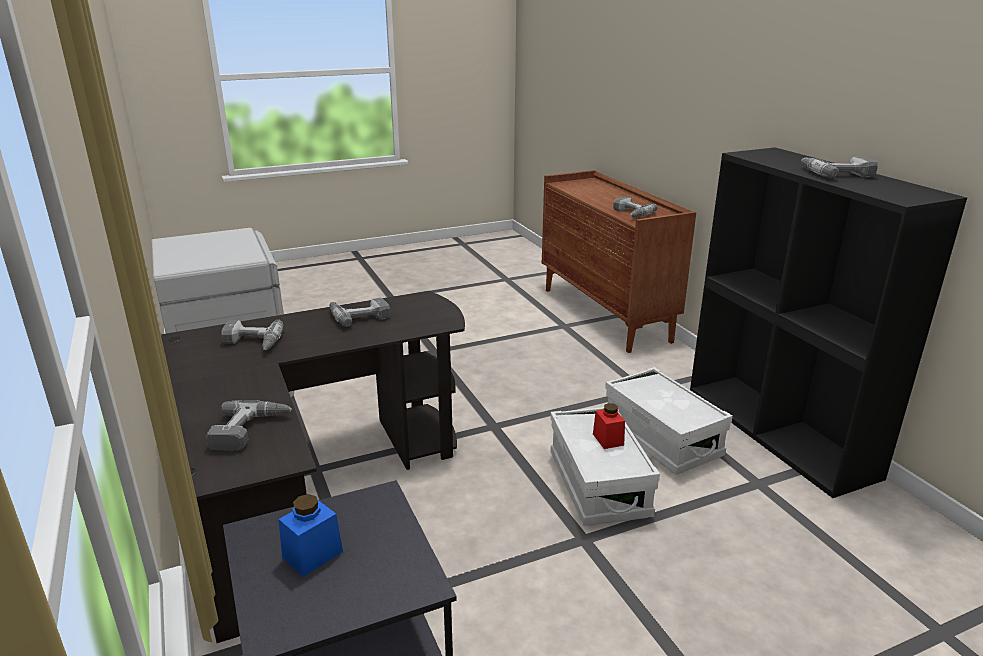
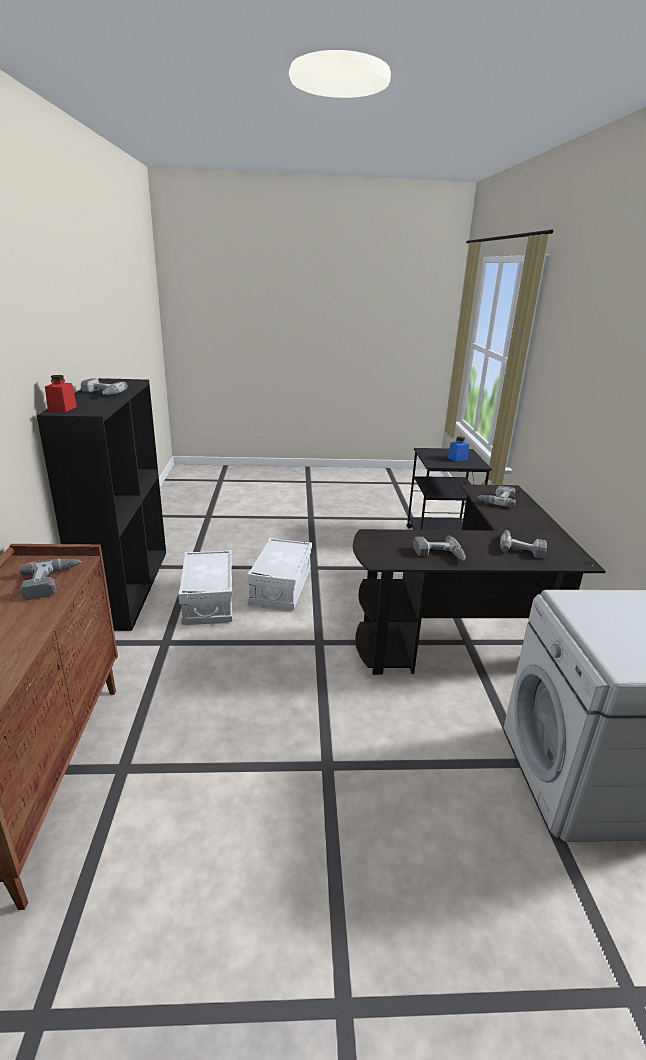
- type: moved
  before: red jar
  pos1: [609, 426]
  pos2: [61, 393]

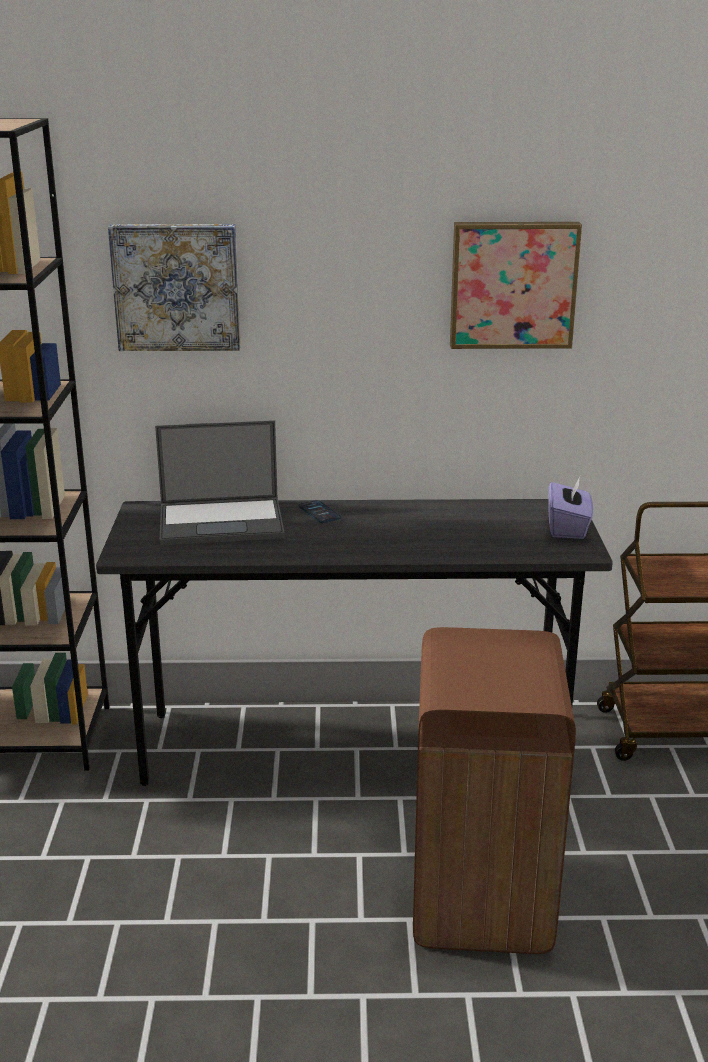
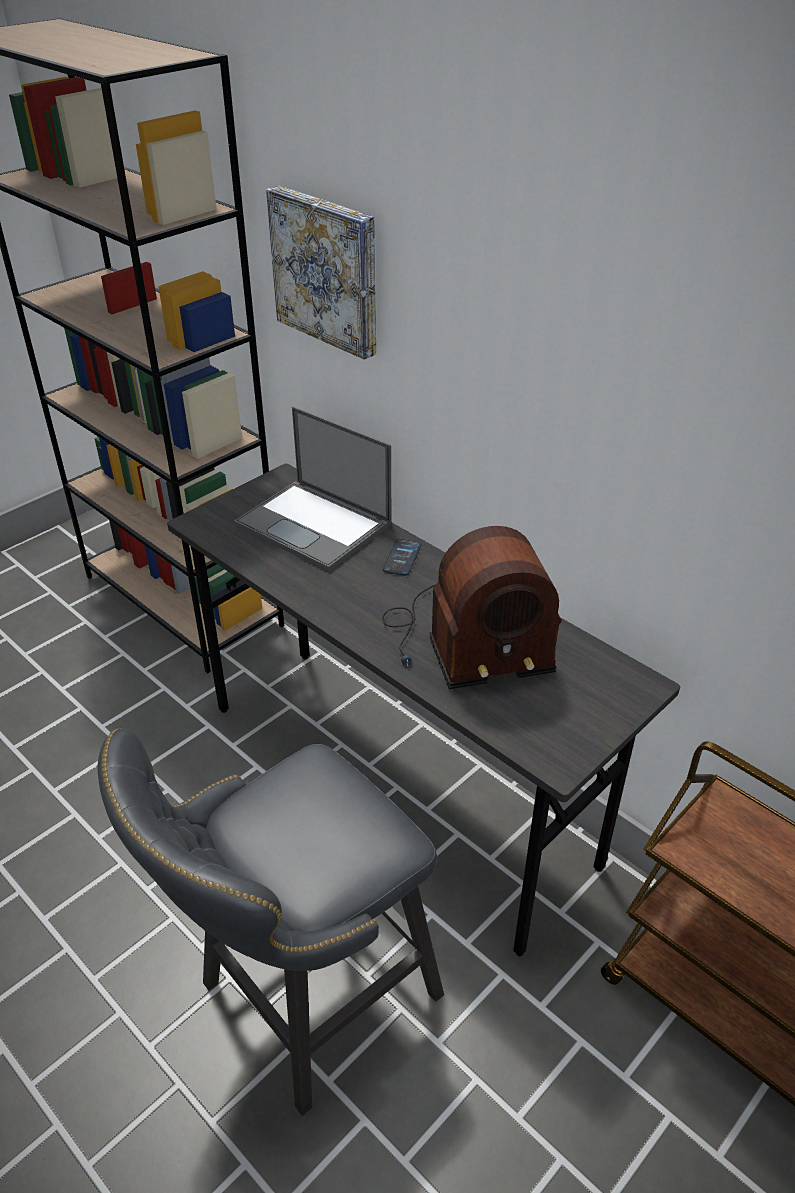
- type: removed
  before: picture
  pos1: [516, 285]
- type: removed
  before: purple tissue box
  pos1: [571, 509]
- type: replaced
  before: brown trash can
  after: grey stool
  pos1: [494, 790]
  pos2: [271, 922]
- type: added
  after: radio
  pos2: [471, 607]

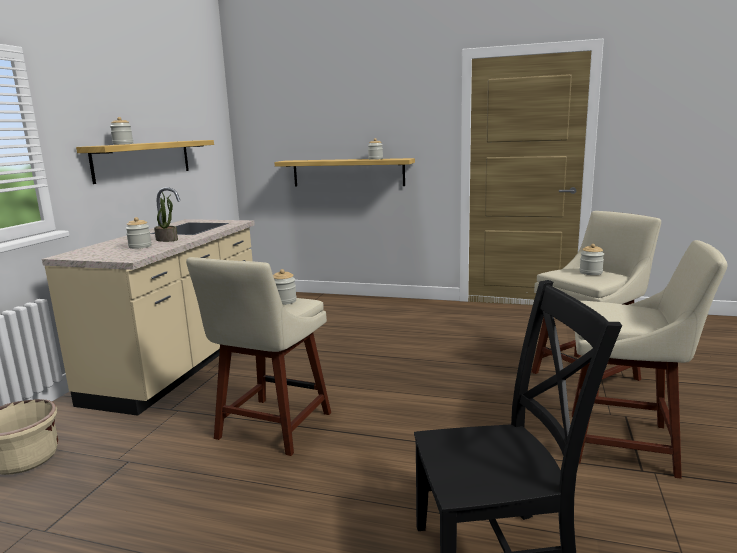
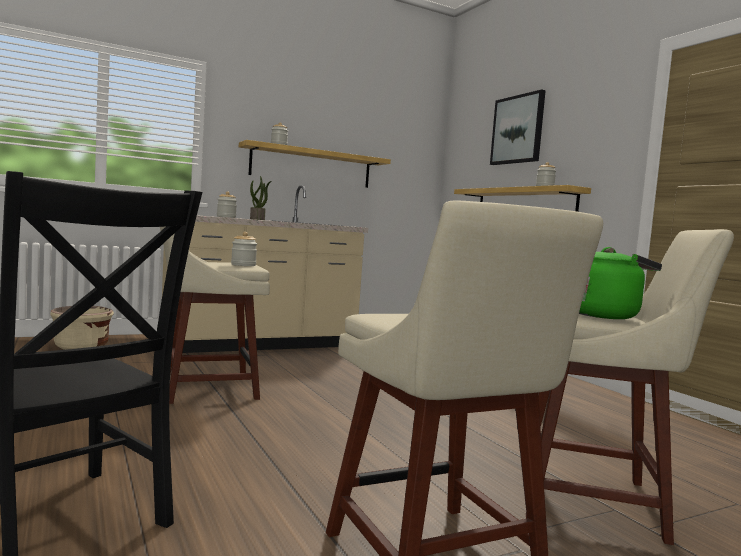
- type: replaced
  before: jar
  after: green kettle
  pos1: [591, 259]
  pos2: [620, 283]
- type: added
  after: picture
  pos2: [518, 127]

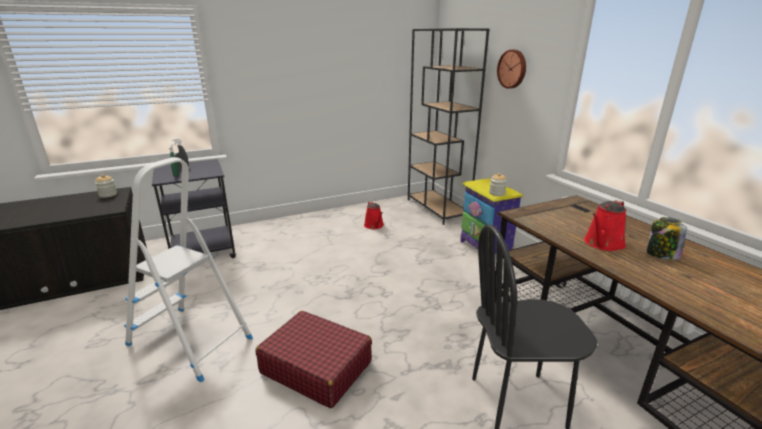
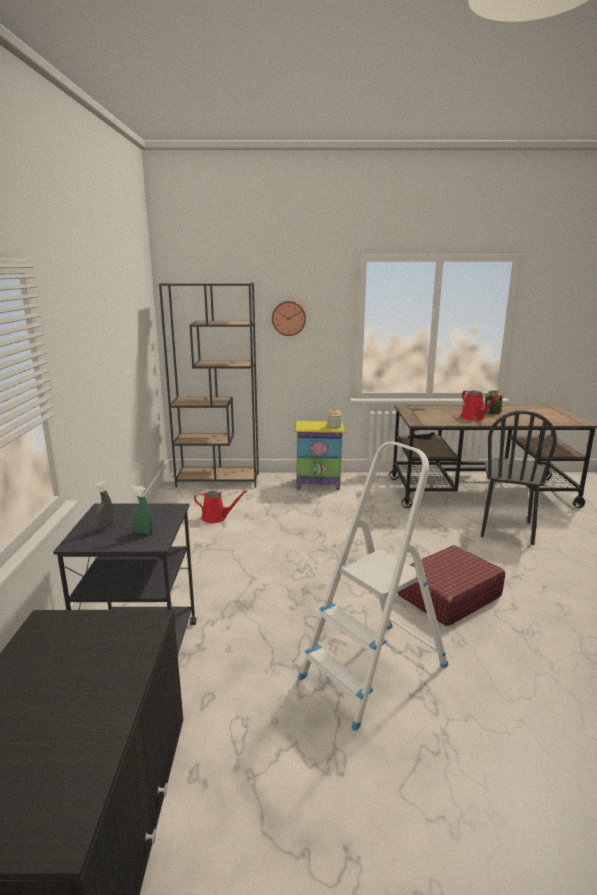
- type: removed
  before: jar
  pos1: [106, 186]

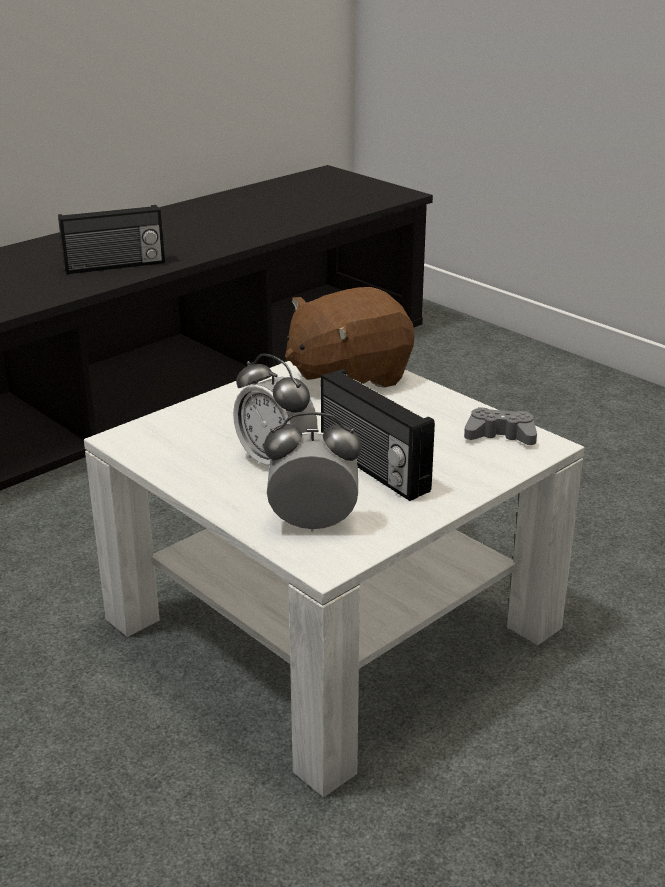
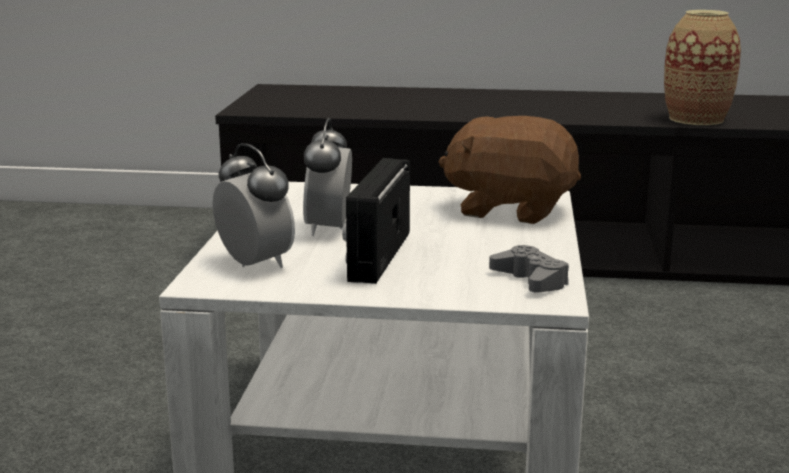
- type: removed
  before: radio
  pos1: [111, 239]
- type: added
  after: vase
  pos2: [702, 67]

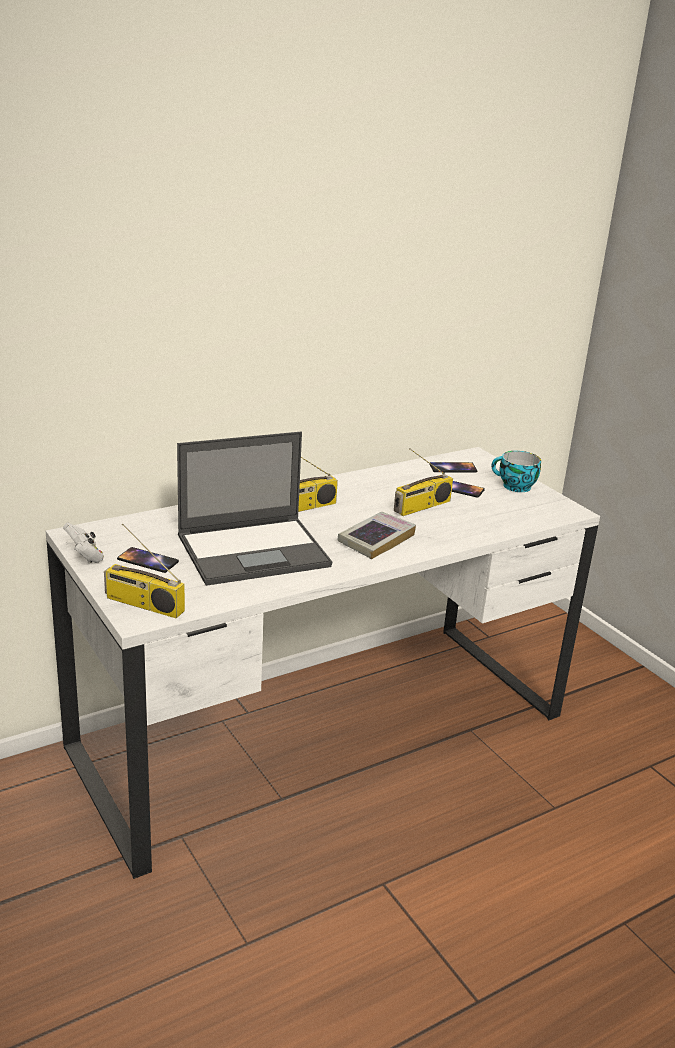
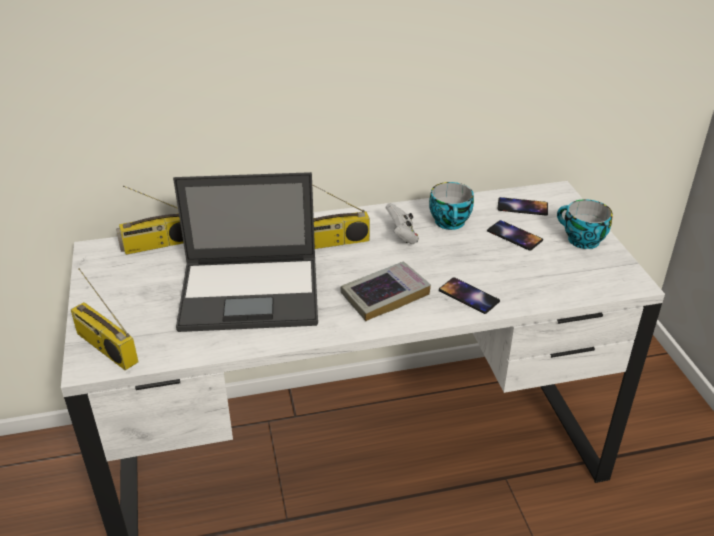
- type: moved
  before: radio
  pos1: [423, 482]
  pos2: [149, 220]
- type: moved
  before: white game controller
  pos1: [83, 543]
  pos2: [402, 223]
- type: moved
  before: phone
  pos1: [148, 560]
  pos2: [469, 295]
- type: added
  after: cup
  pos2: [451, 206]

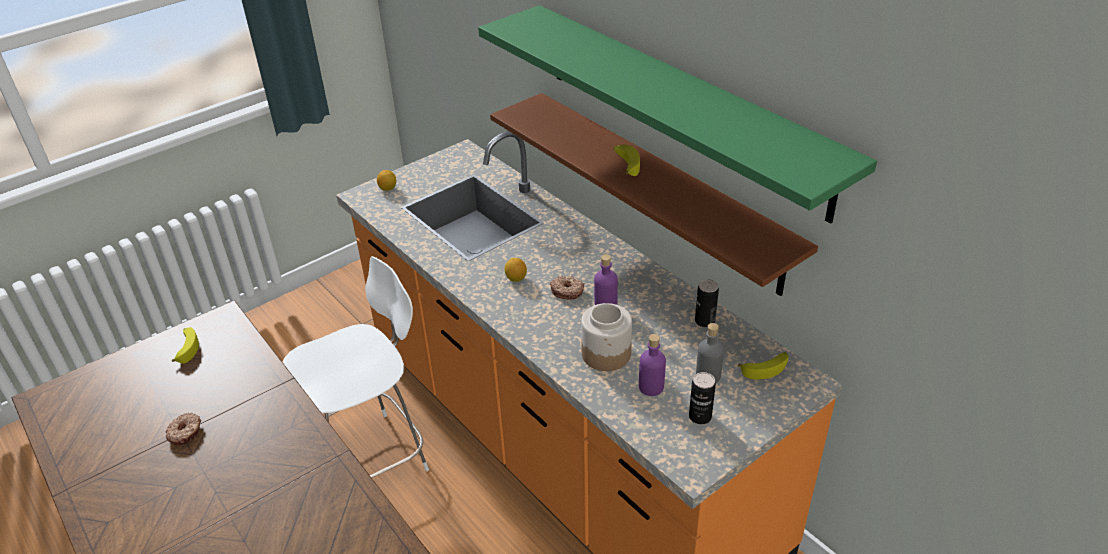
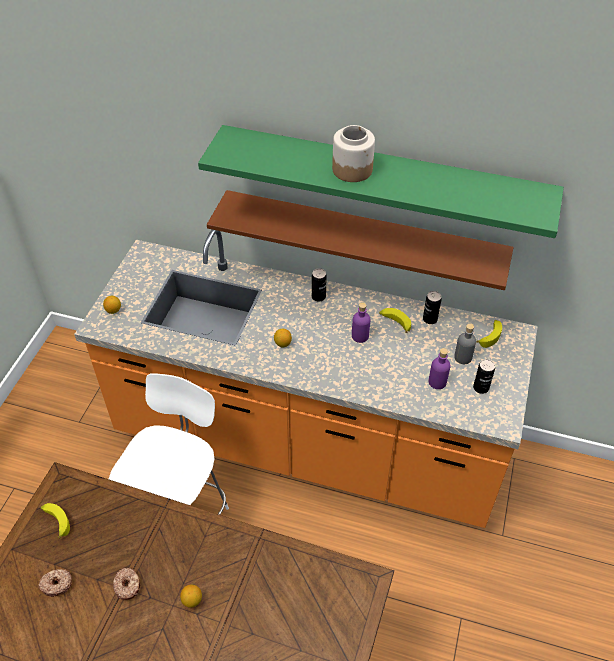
- type: moved
  before: banana
  pos1: [626, 160]
  pos2: [395, 320]
- type: moved
  before: donut
  pos1: [567, 288]
  pos2: [55, 583]
- type: moved
  before: jar
  pos1: [606, 337]
  pos2: [353, 153]
- type: added
  after: can
  pos2: [319, 285]
- type: added
  after: lemon
  pos2: [191, 596]

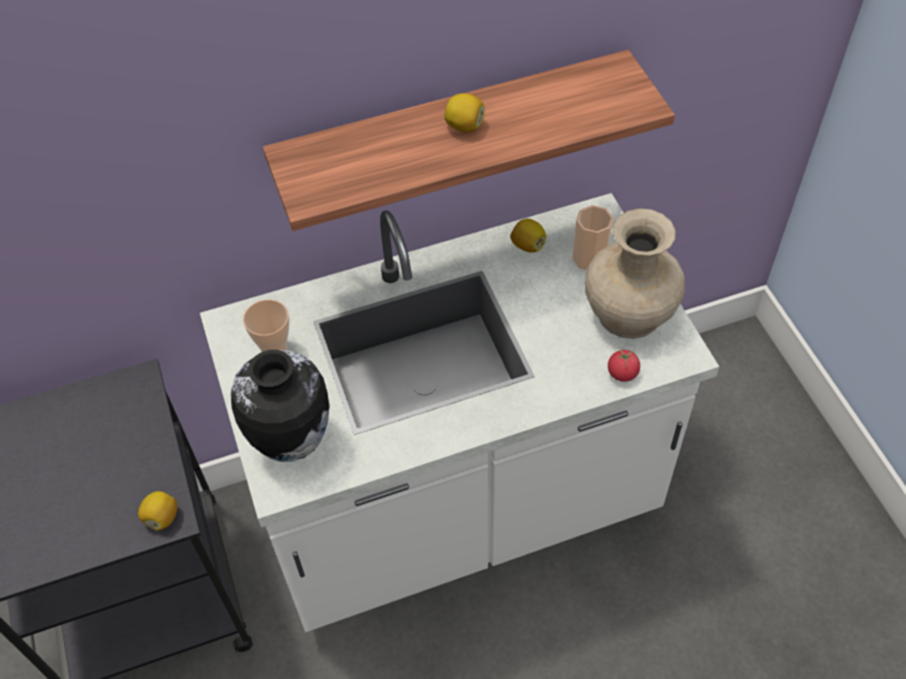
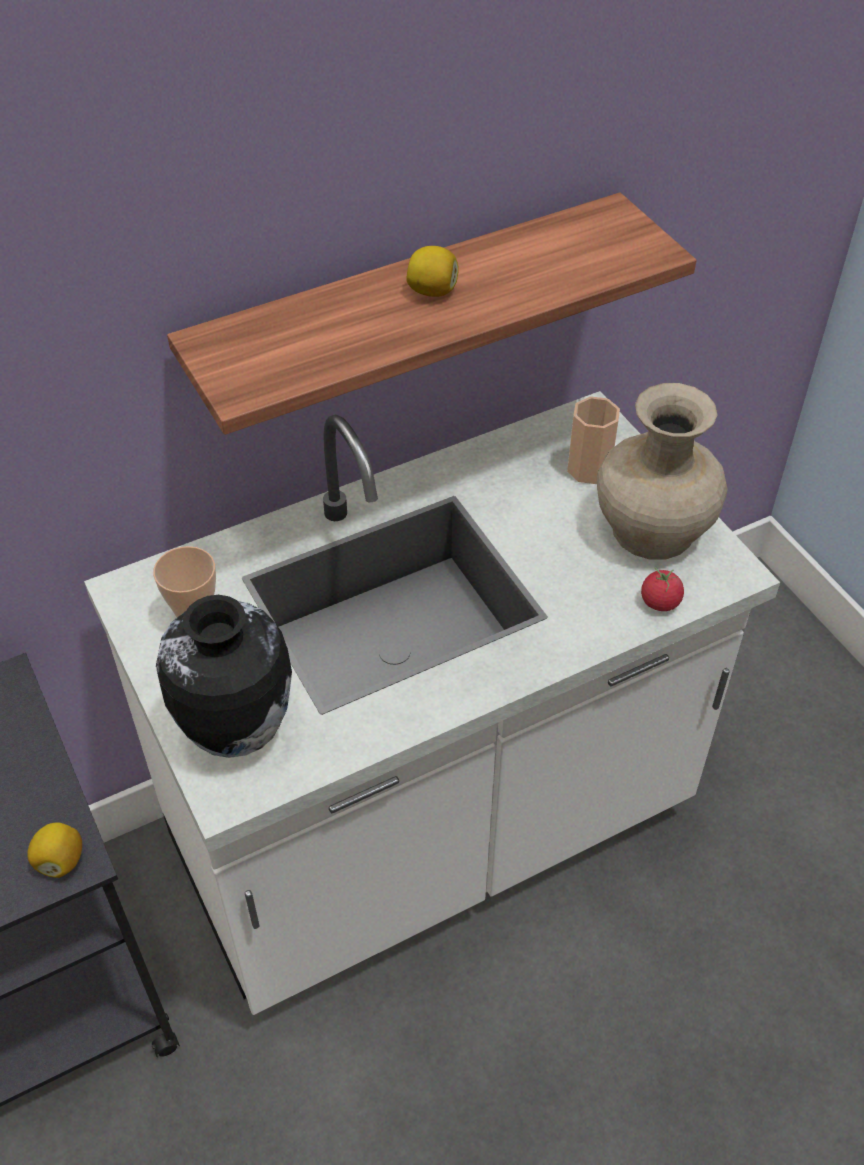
- type: removed
  before: lemon
  pos1: [528, 235]

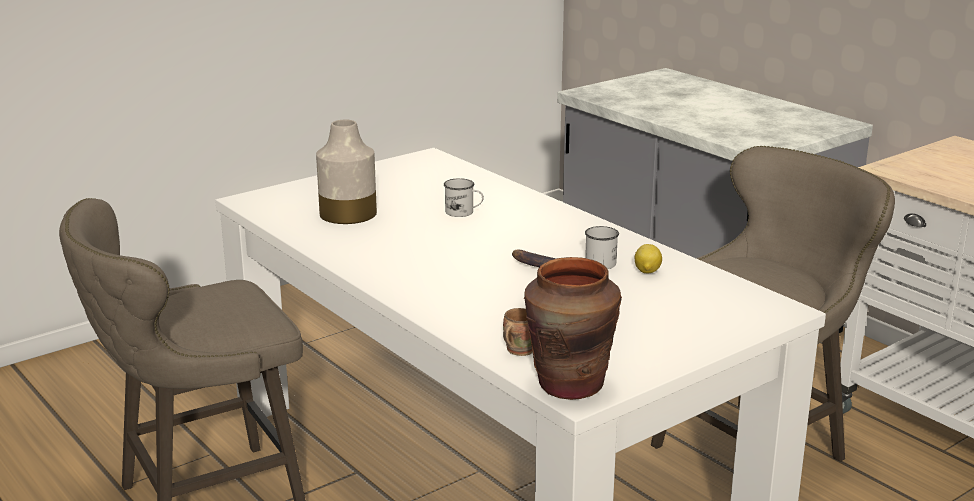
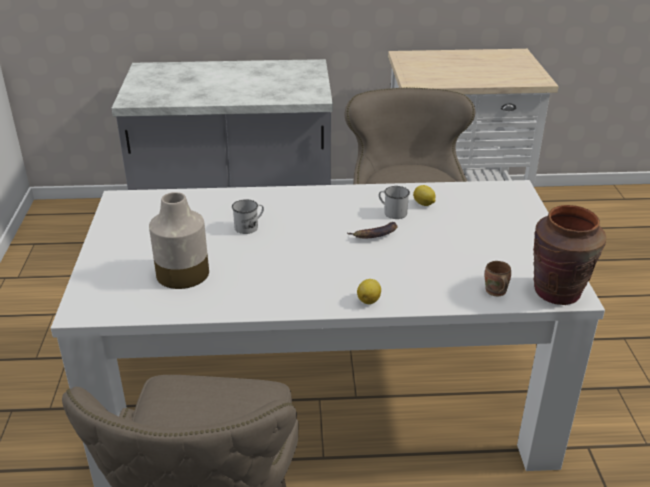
- type: added
  after: lemon
  pos2: [369, 291]

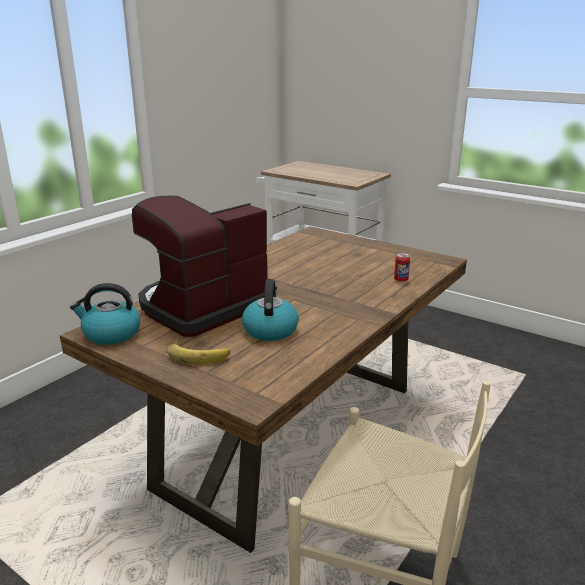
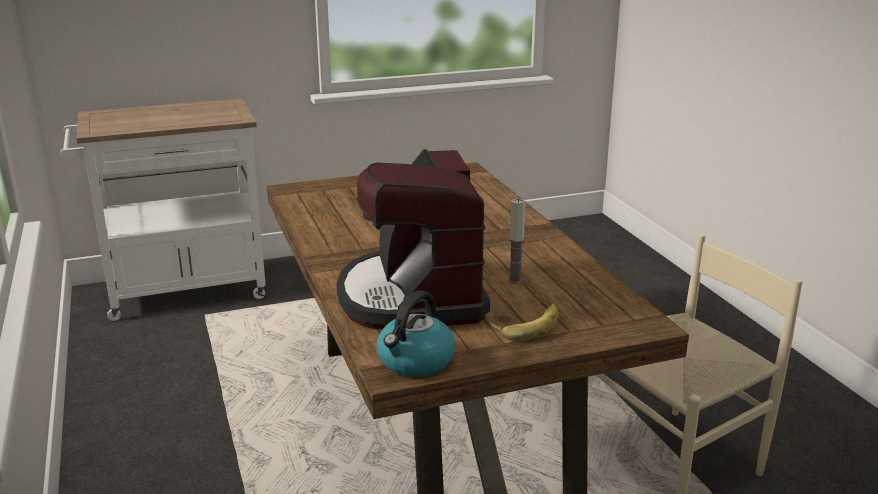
- type: removed
  before: can
  pos1: [402, 267]
- type: replaced
  before: kettle
  after: candle
  pos1: [270, 310]
  pos2: [516, 241]

